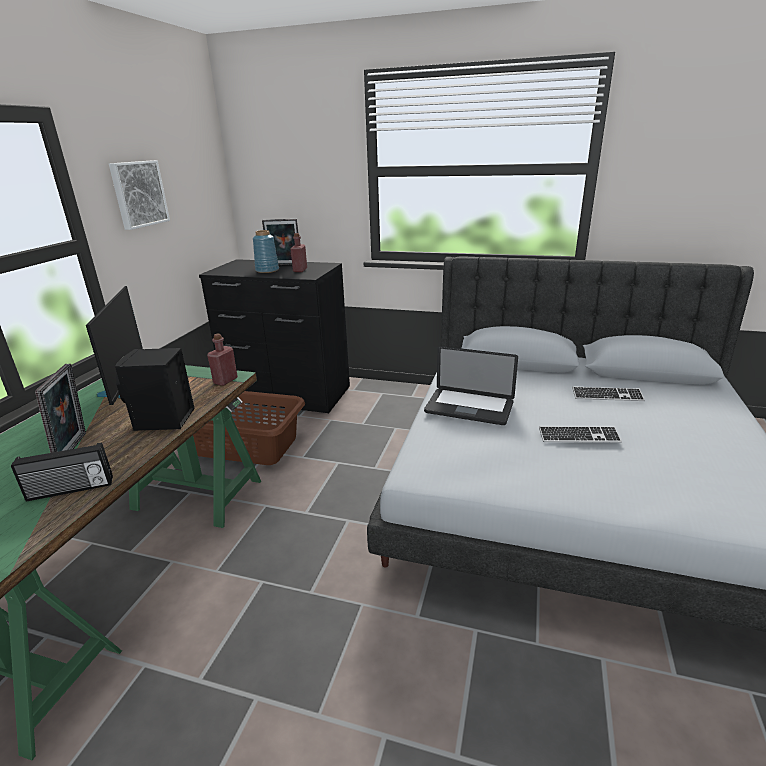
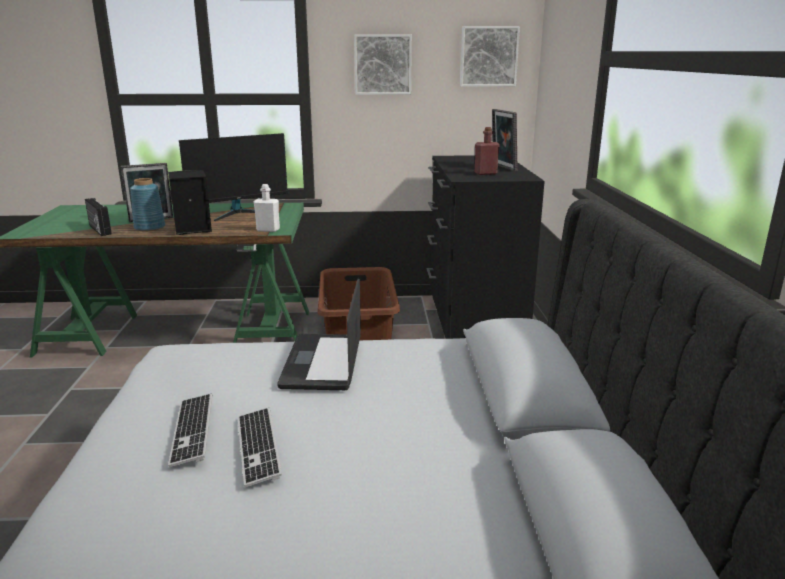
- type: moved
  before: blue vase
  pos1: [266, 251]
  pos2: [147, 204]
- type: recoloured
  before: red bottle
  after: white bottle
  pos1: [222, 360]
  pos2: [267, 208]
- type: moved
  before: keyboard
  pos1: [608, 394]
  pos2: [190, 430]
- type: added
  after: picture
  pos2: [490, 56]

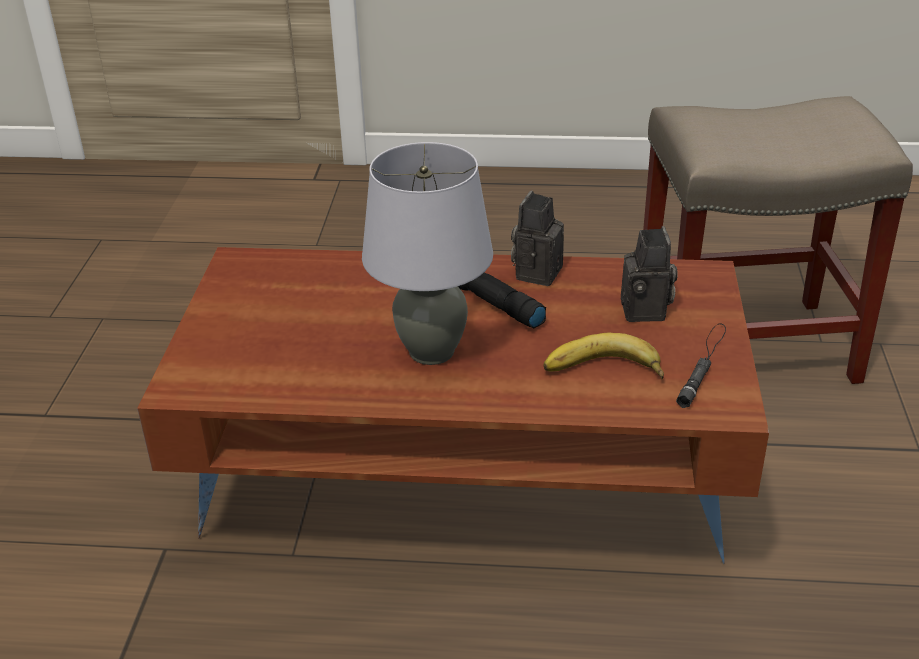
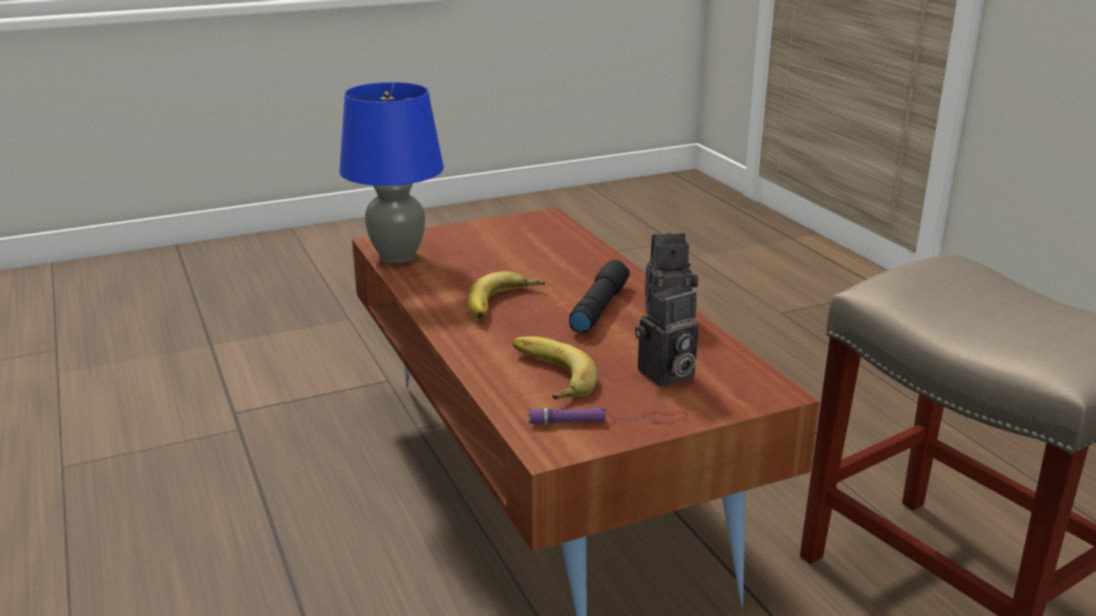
- type: replaced
  before: grey table lamp
  after: banana
  pos1: [427, 253]
  pos2: [506, 295]
- type: recoloured
  before: black flashlight
  after: purple flashlight
  pos1: [701, 366]
  pos2: [608, 416]
- type: added
  after: blue table lamp
  pos2: [391, 172]

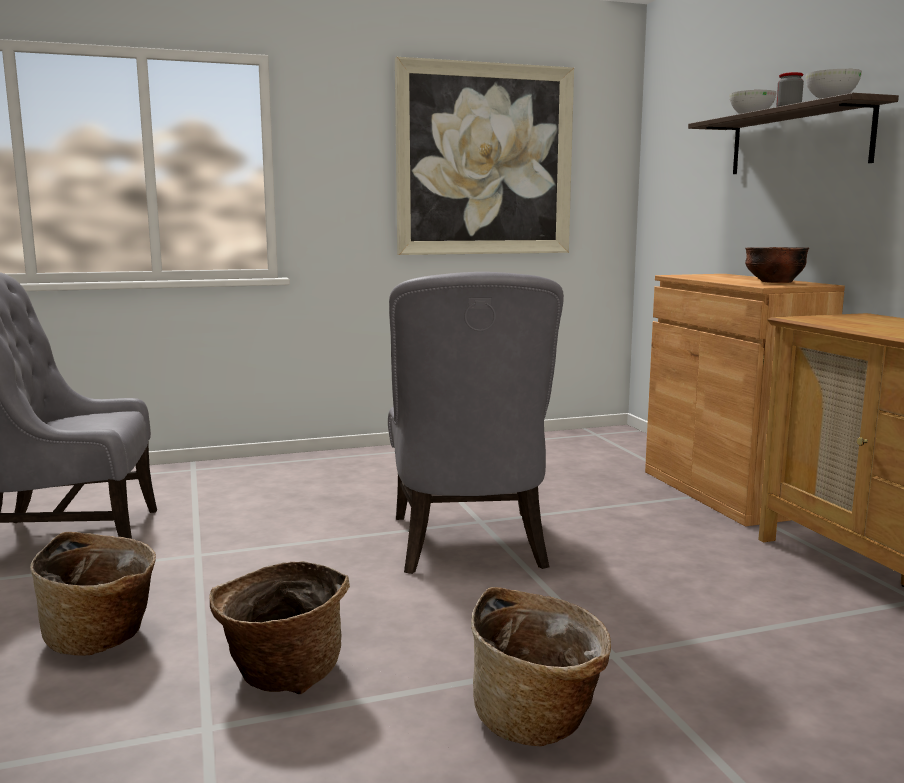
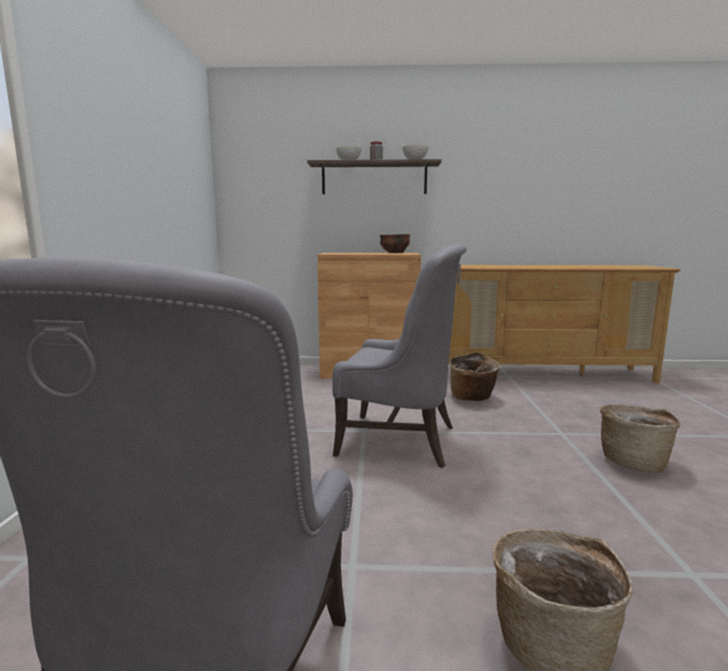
- type: removed
  before: picture
  pos1: [484, 156]
- type: moved
  before: basket
  pos1: [279, 627]
  pos2: [474, 376]

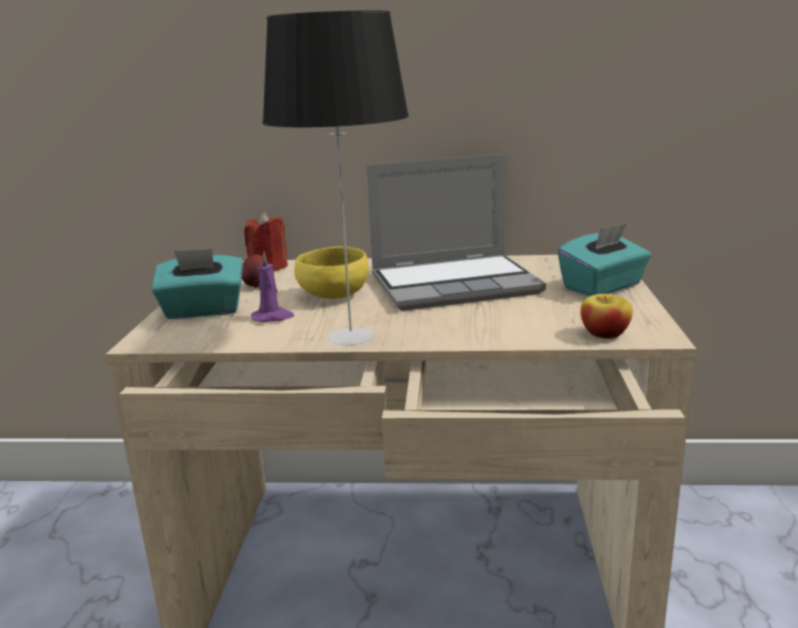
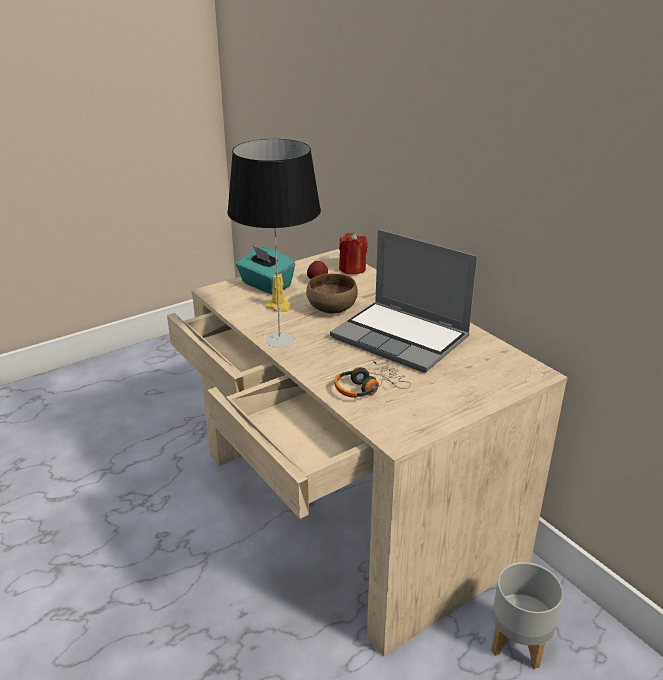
- type: removed
  before: turquoise tissue box
  pos1: [604, 260]
- type: recoloured
  before: yellow bowl
  after: brown bowl
  pos1: [331, 273]
  pos2: [332, 294]
- type: recoloured
  before: purple candle
  after: yellow candle
  pos1: [272, 287]
  pos2: [278, 290]
- type: removed
  before: apple
  pos1: [606, 316]
- type: added
  after: headphones
  pos2: [372, 379]
- type: added
  after: grey planter
  pos2: [527, 615]

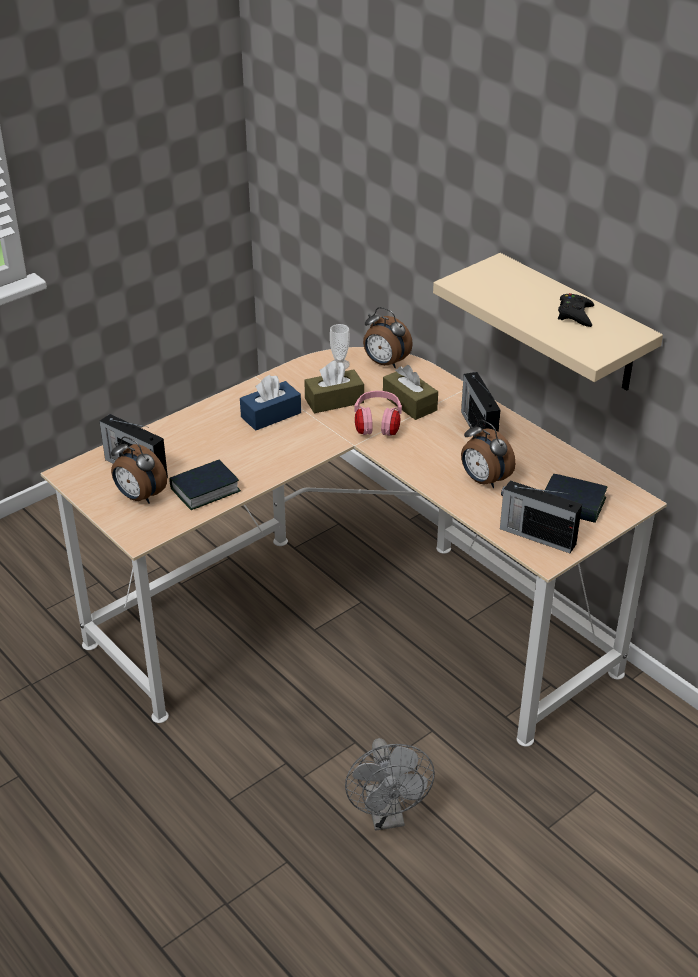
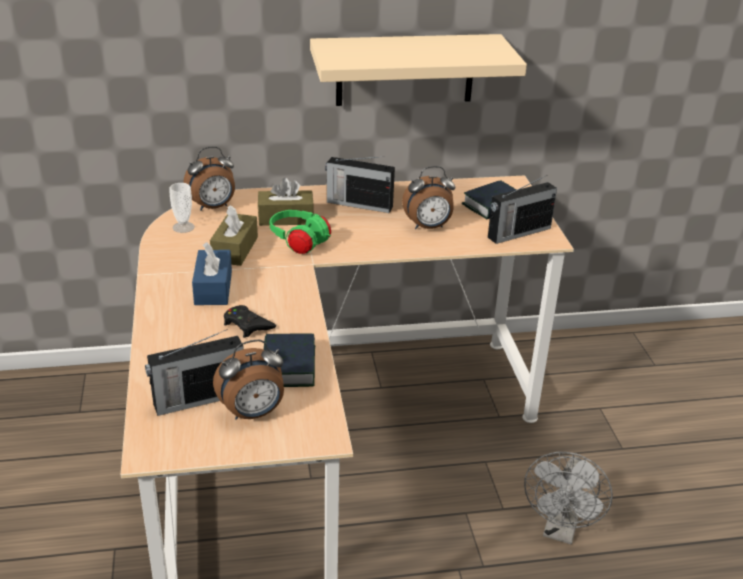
- type: moved
  before: black game controller
  pos1: [576, 310]
  pos2: [250, 321]
- type: recoloured
  before: pink headphones
  after: green headphones
  pos1: [378, 413]
  pos2: [300, 232]
- type: turned
  before: grey fan
  pos1: [390, 784]
  pos2: [568, 498]
  turn: 90

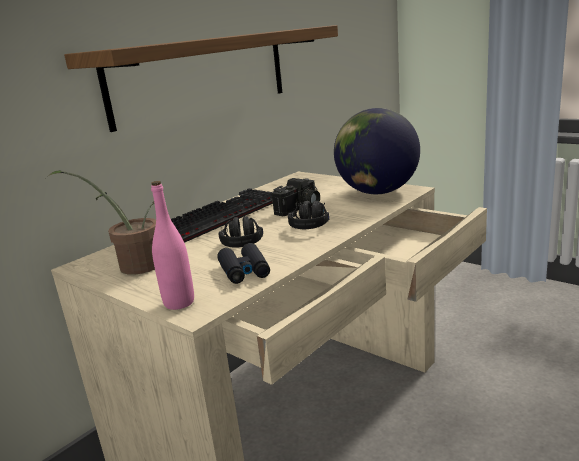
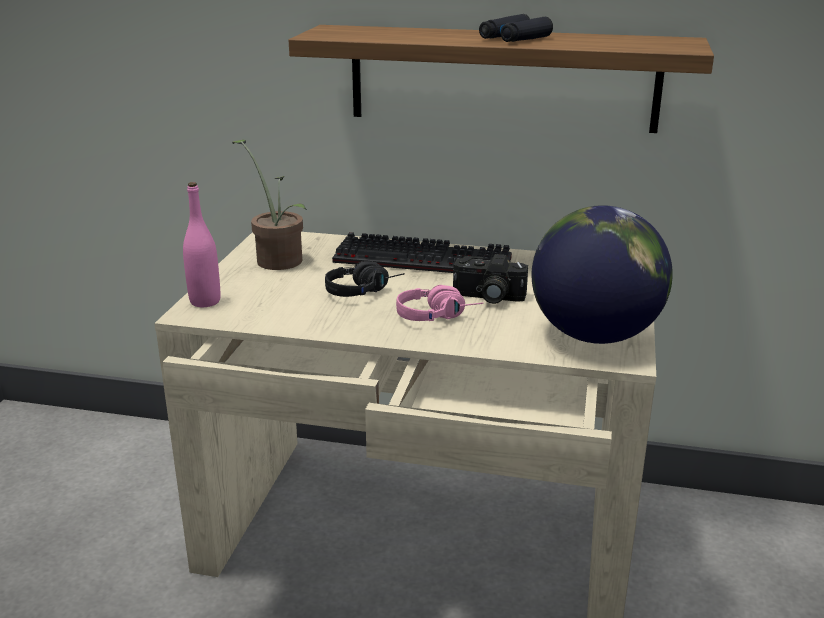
- type: recoloured
  before: black headphones
  after: pink headphones
  pos1: [309, 215]
  pos2: [439, 303]
- type: moved
  before: black binoculars
  pos1: [243, 263]
  pos2: [516, 28]

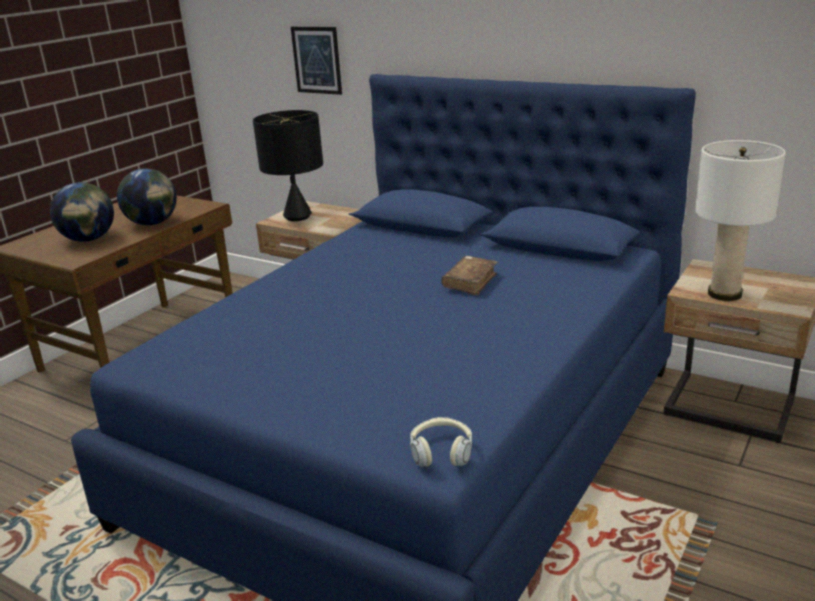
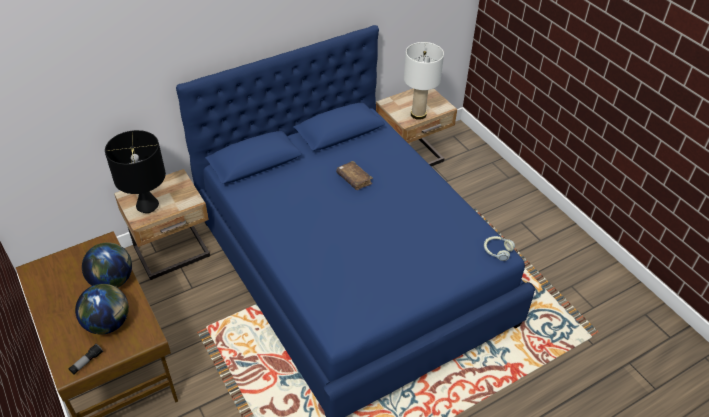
- type: removed
  before: picture
  pos1: [316, 61]
- type: added
  after: flashlight
  pos2: [85, 359]

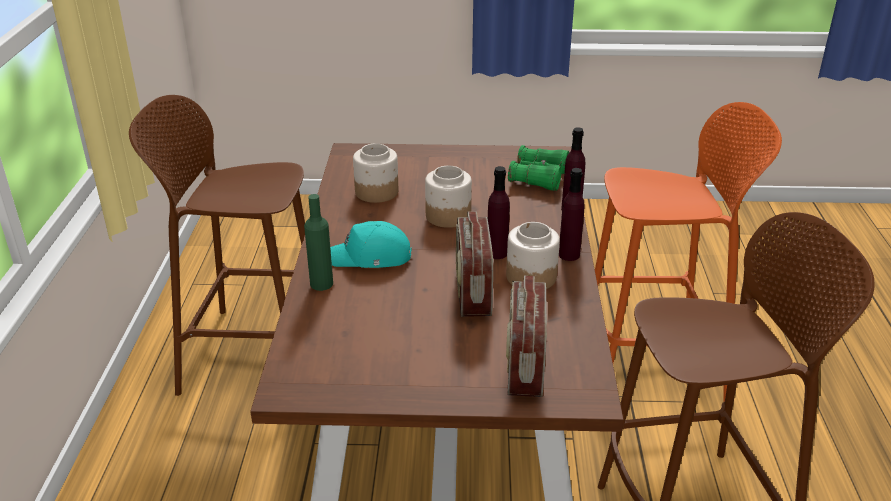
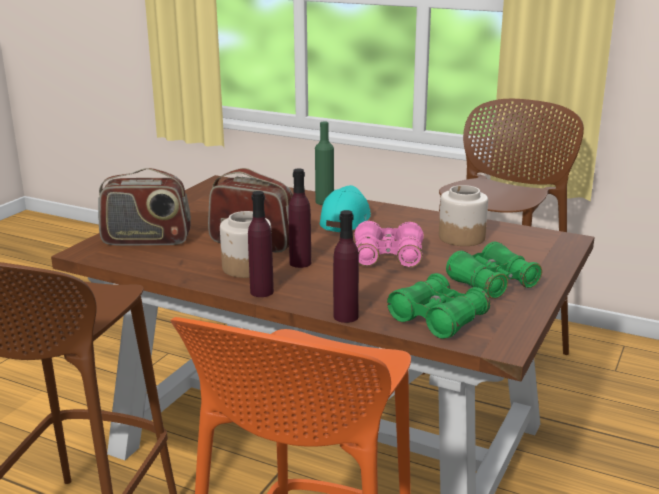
- type: replaced
  before: jar
  after: pink binoculars
  pos1: [448, 197]
  pos2: [389, 244]
- type: turned
  before: radio
  pos1: [526, 336]
  pos2: [144, 207]
  turn: 150
- type: added
  after: green binoculars
  pos2: [494, 270]

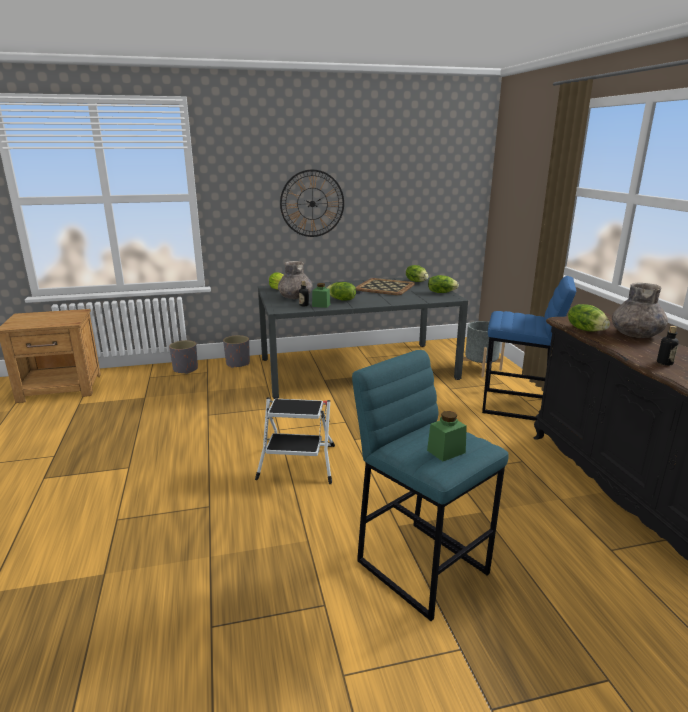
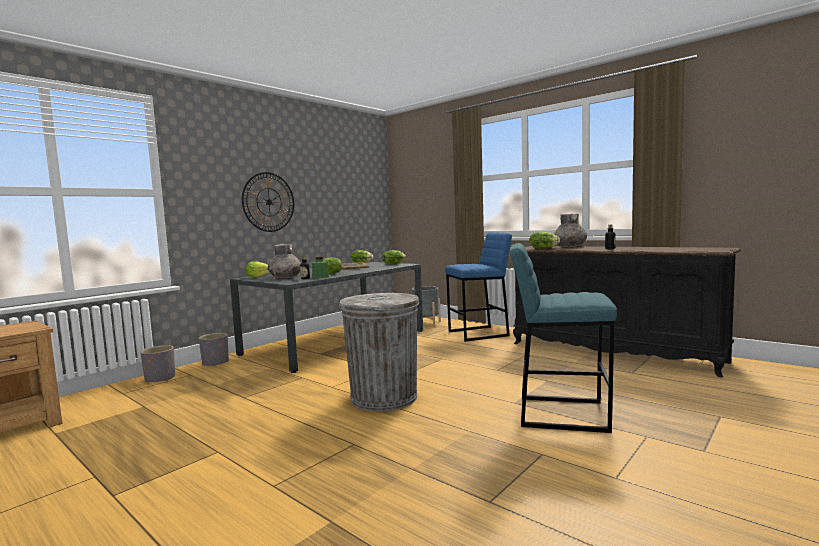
- type: replaced
  before: step ladder
  after: grey trash can
  pos1: [295, 441]
  pos2: [379, 352]
- type: removed
  before: green jar
  pos1: [447, 436]

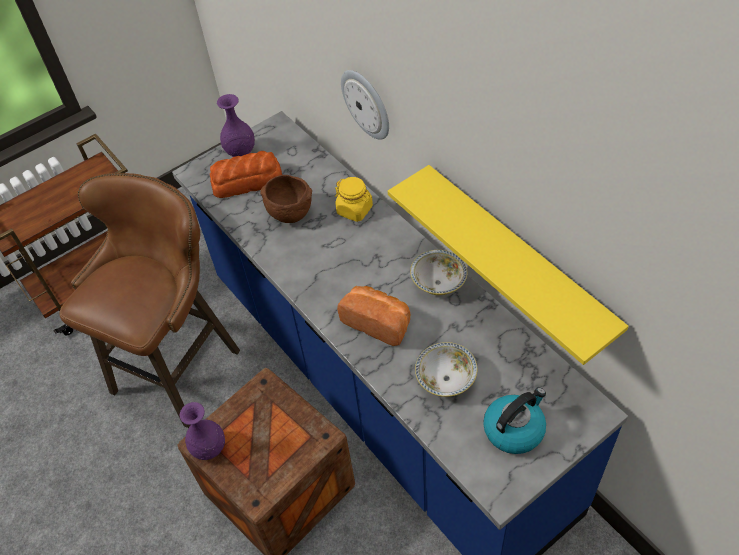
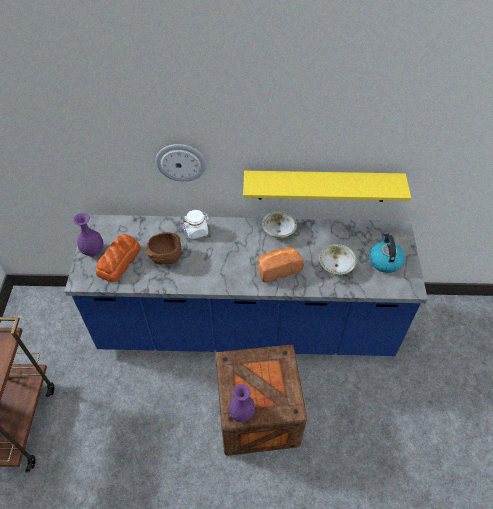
- type: removed
  before: brown stool
  pos1: [149, 300]
- type: recoloured
  before: yellow jar
  after: white jar
  pos1: [354, 199]
  pos2: [196, 224]

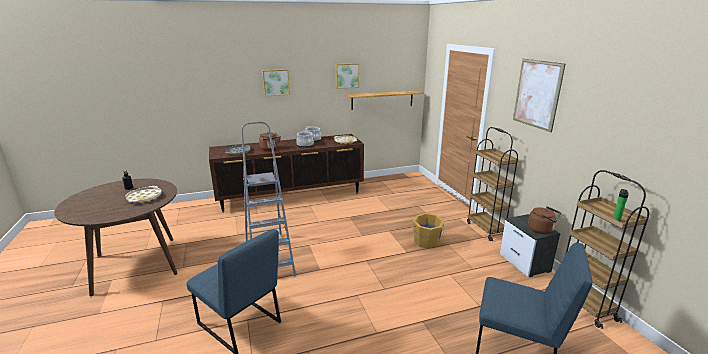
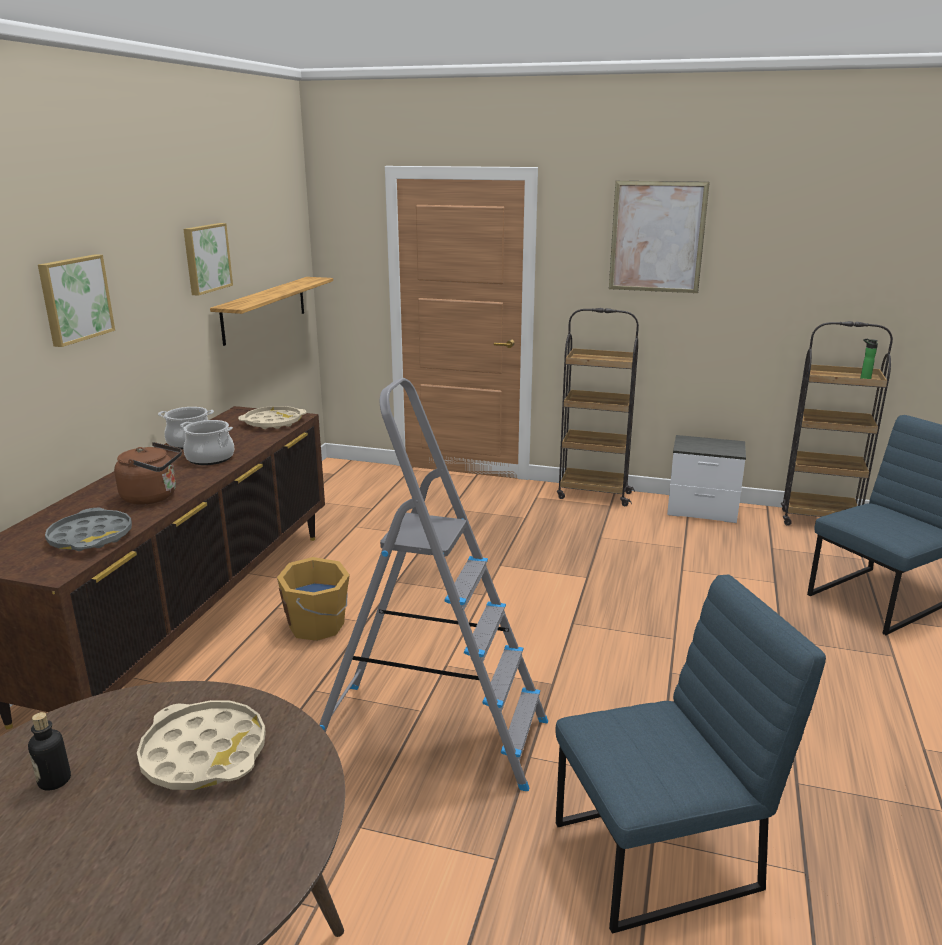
- type: removed
  before: brown kettle
  pos1: [544, 220]
- type: moved
  before: orange bucket
  pos1: [429, 231]
  pos2: [313, 599]

